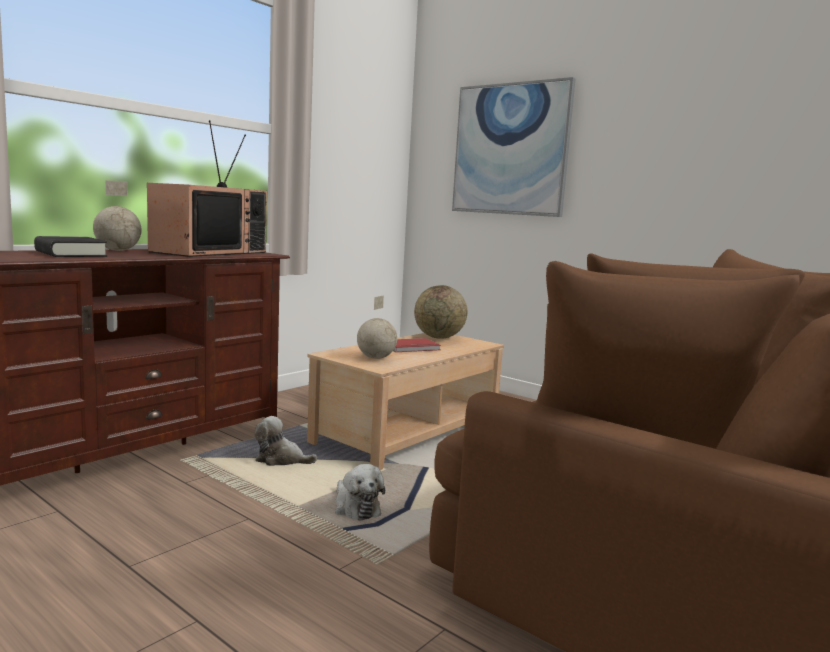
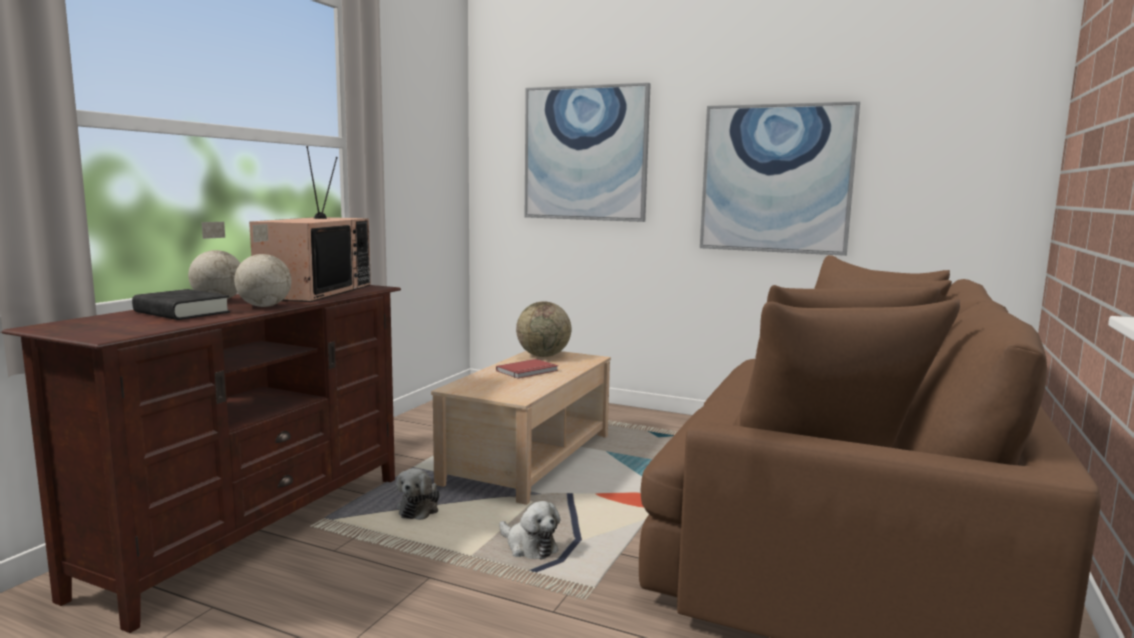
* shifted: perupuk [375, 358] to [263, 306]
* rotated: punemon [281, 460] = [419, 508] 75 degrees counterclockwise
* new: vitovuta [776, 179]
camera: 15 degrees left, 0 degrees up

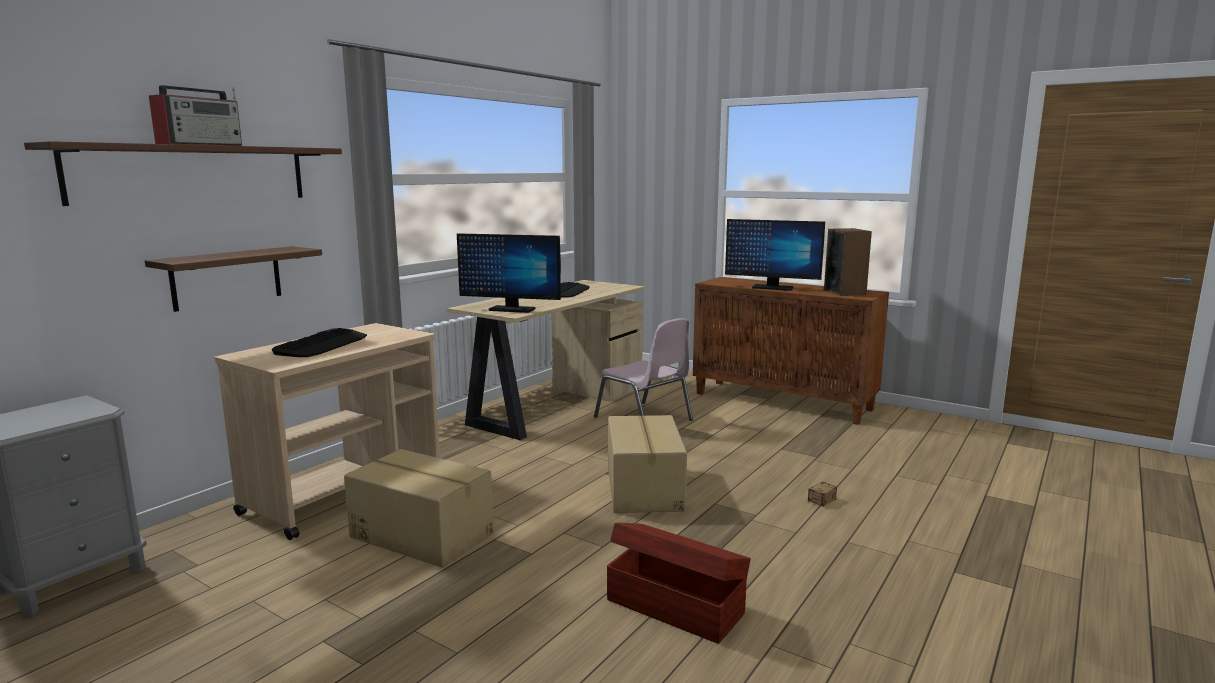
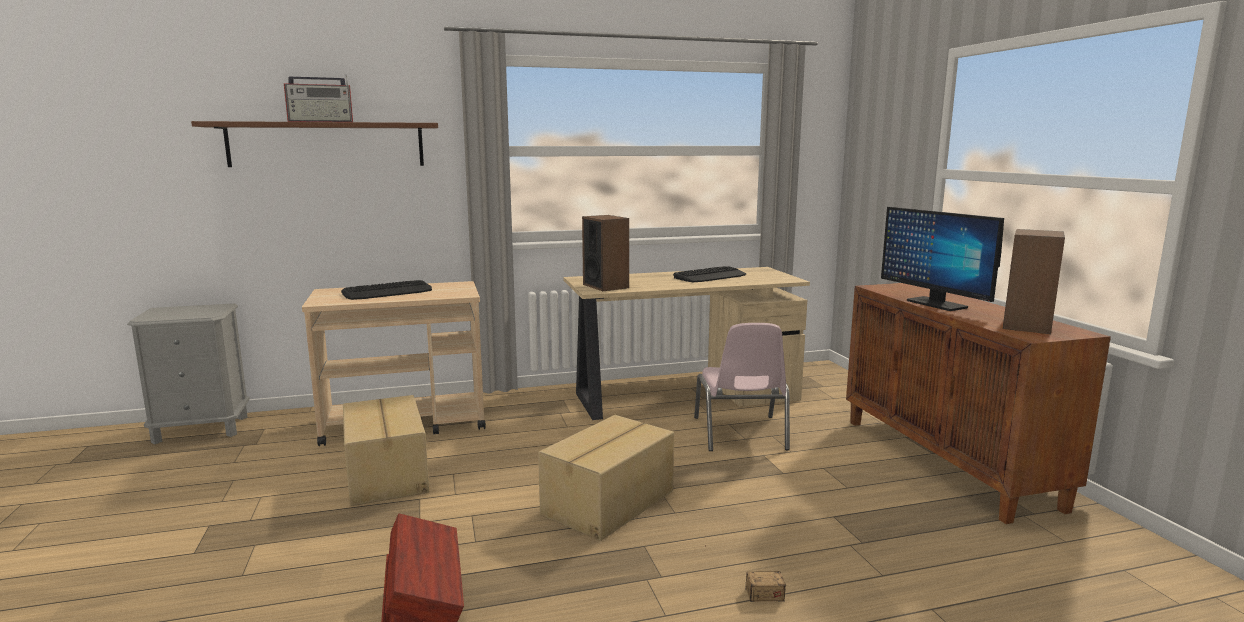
* swapped: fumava [511, 309] to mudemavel [606, 286]
* gone: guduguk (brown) [227, 278]
camera: 40 degrees right, 0 degrees up

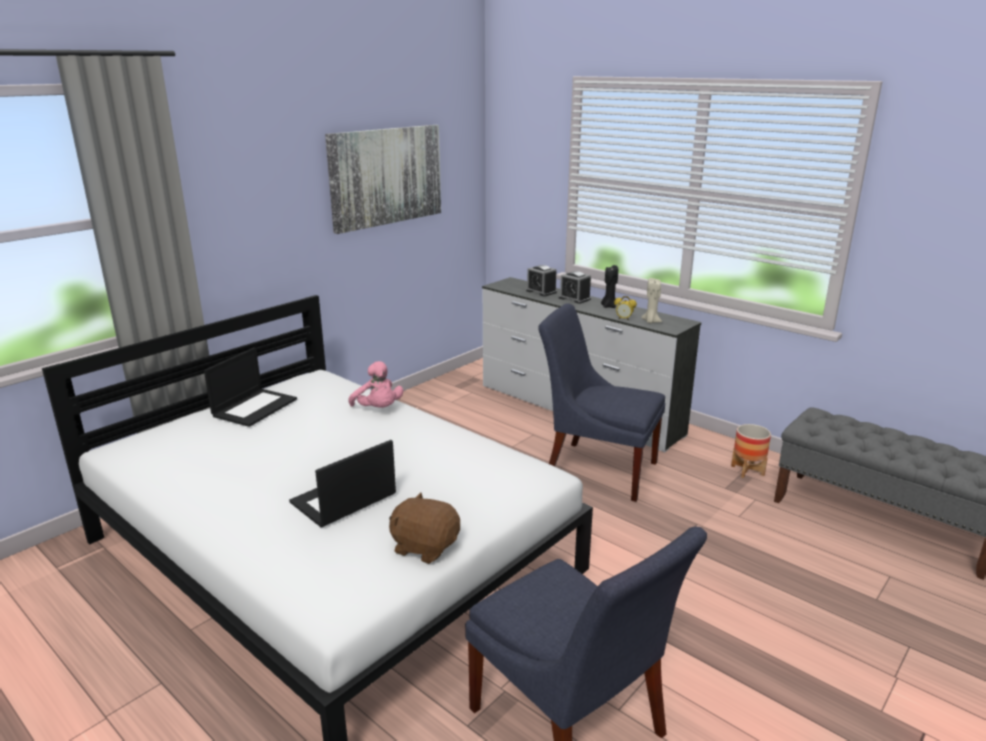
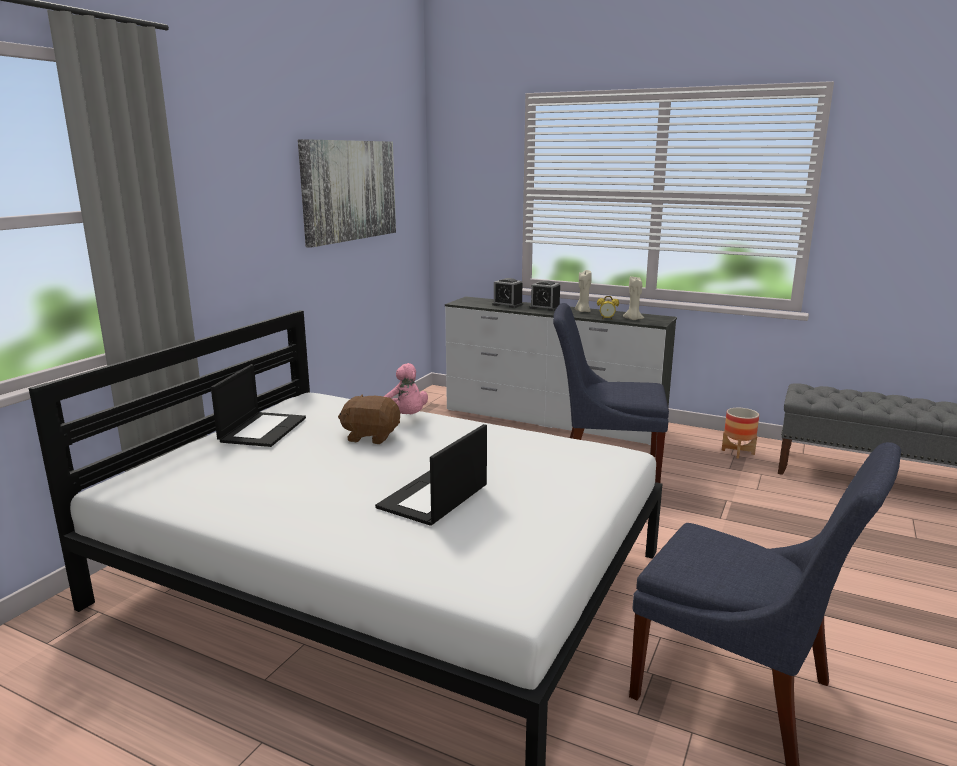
* repainted: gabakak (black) [608, 306] to gabakak (beige) [582, 311]
* shifted: punemon (brown) [425, 547] to [371, 436]
camera: 15 degrees left, 5 degrees down

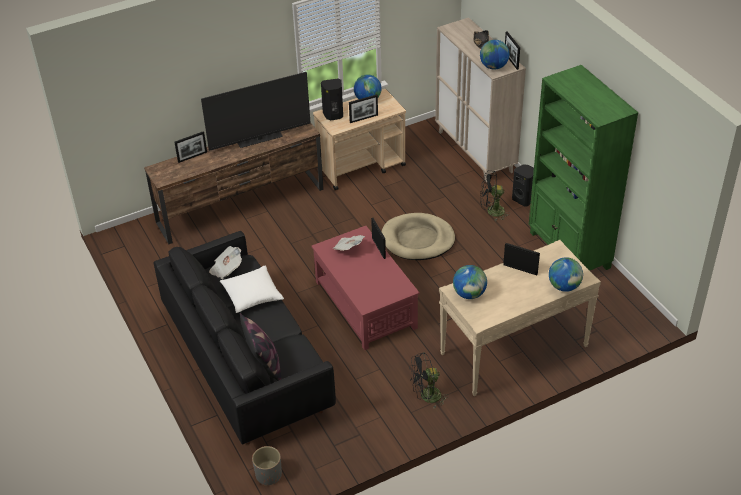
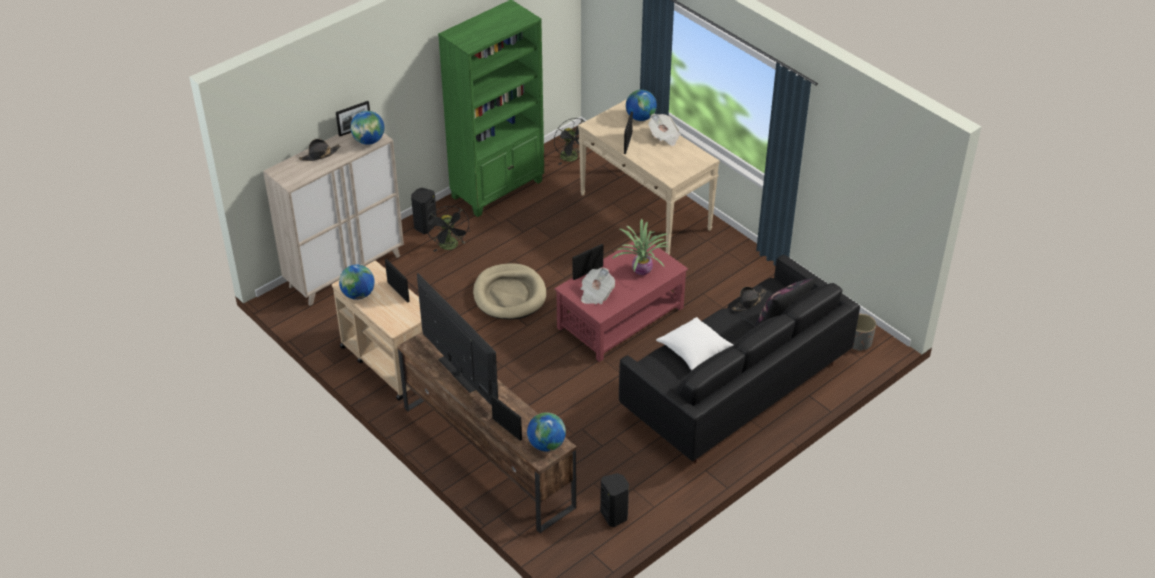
* shifted: mudemavel (black) [333, 115] to [615, 515]
* shifted: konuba [226, 269] to [664, 137]
* shifted: perupuk [469, 294] to [546, 444]
* shifted: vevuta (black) [426, 397] to [572, 158]
* new: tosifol [642, 270]
* new: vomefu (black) [748, 302]
camera: 105 degrees left, 0 degrees up

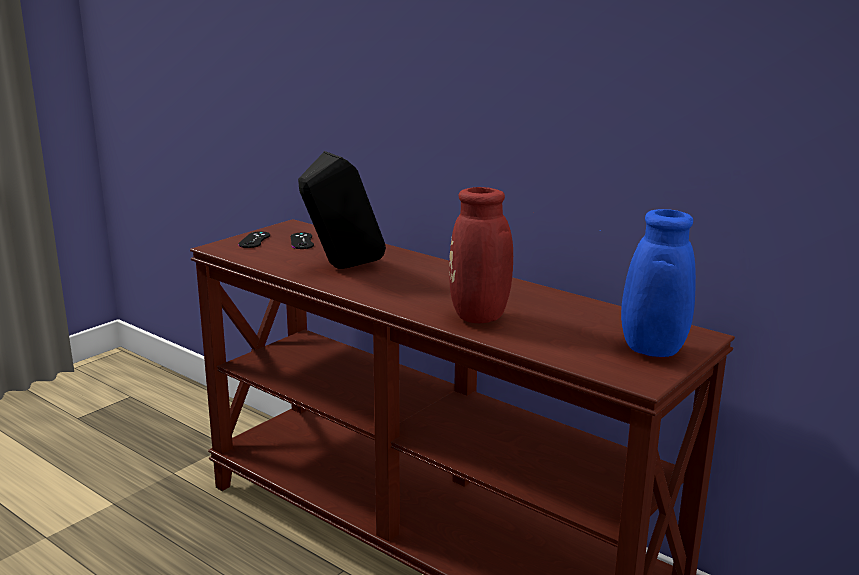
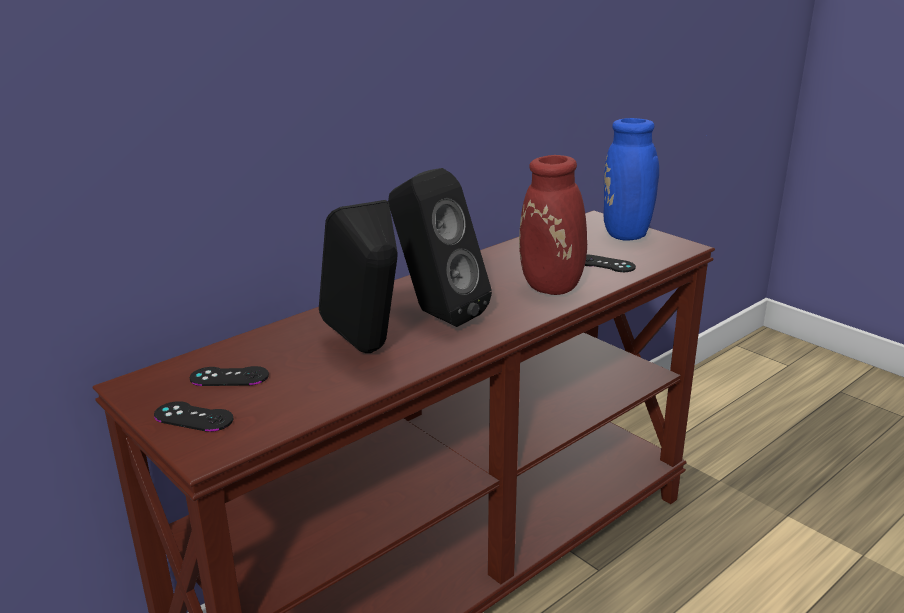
* new: mudemavel (black) [435, 315]
* new: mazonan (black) [605, 264]
camera: 80 degrees left, 5 degrees up

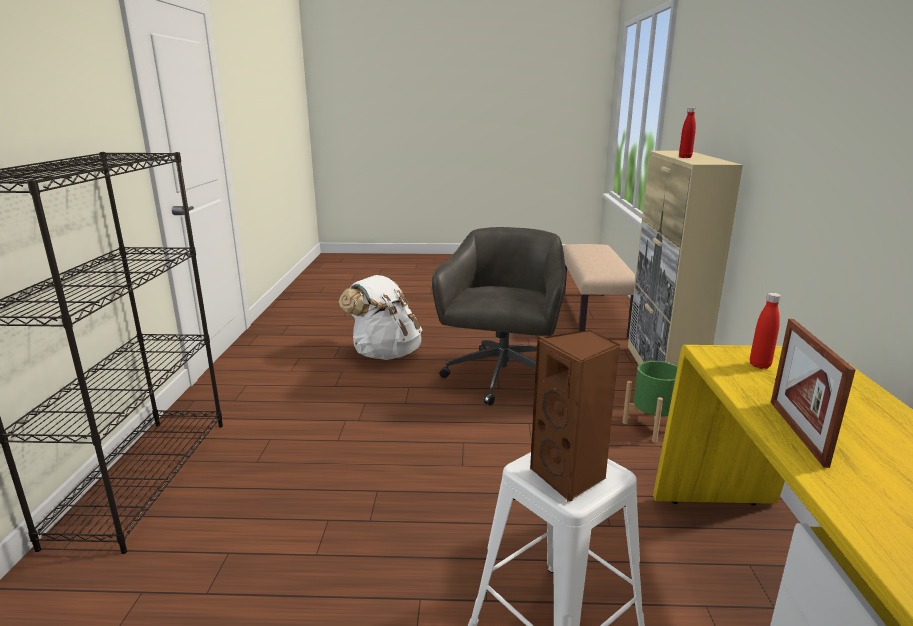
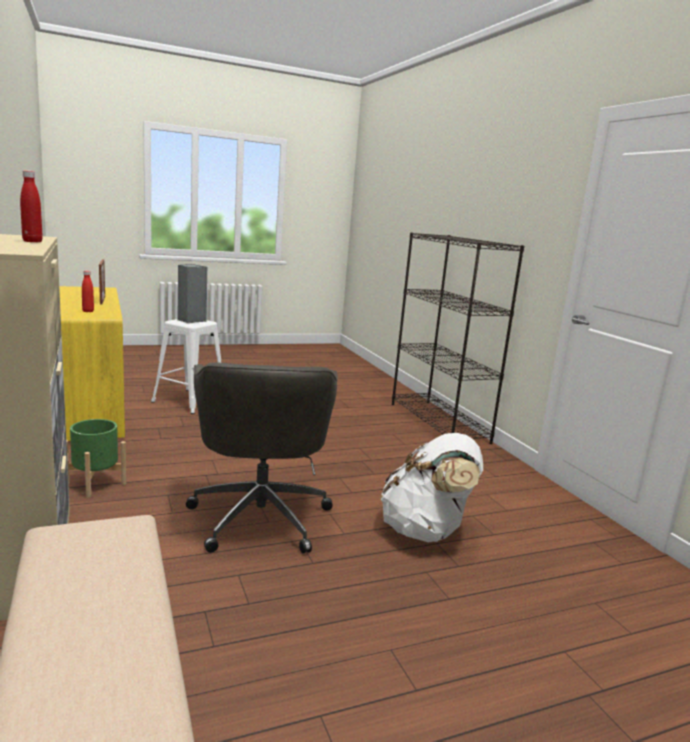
* repainted: mudemavel (brown) [570, 477] to mudemavel (grey) [190, 320]
camera: 155 degrees right, 5 degrees down

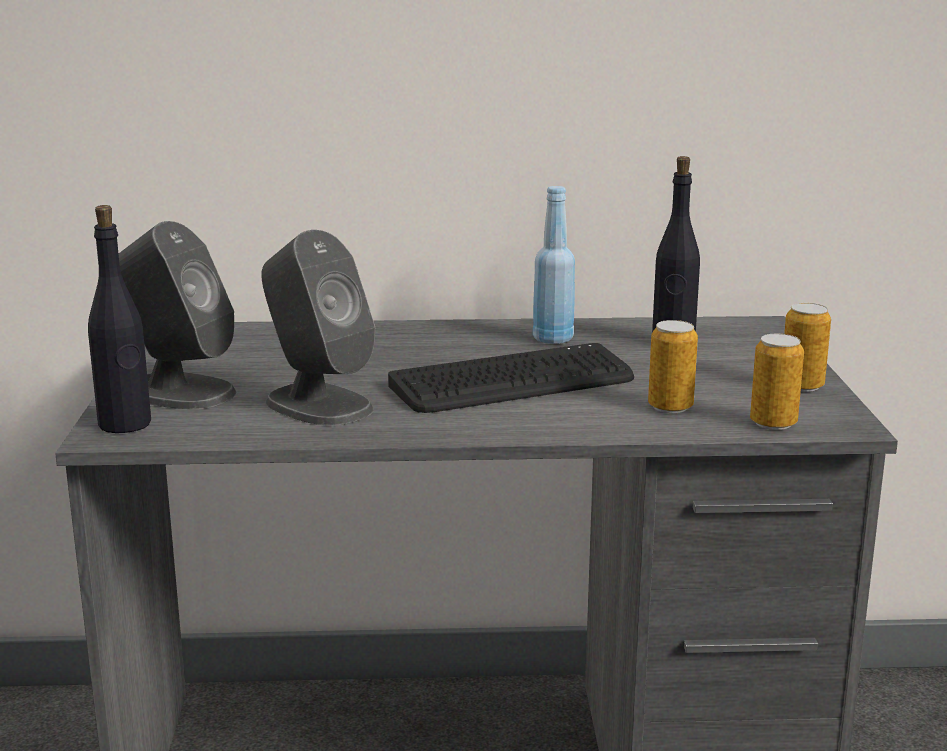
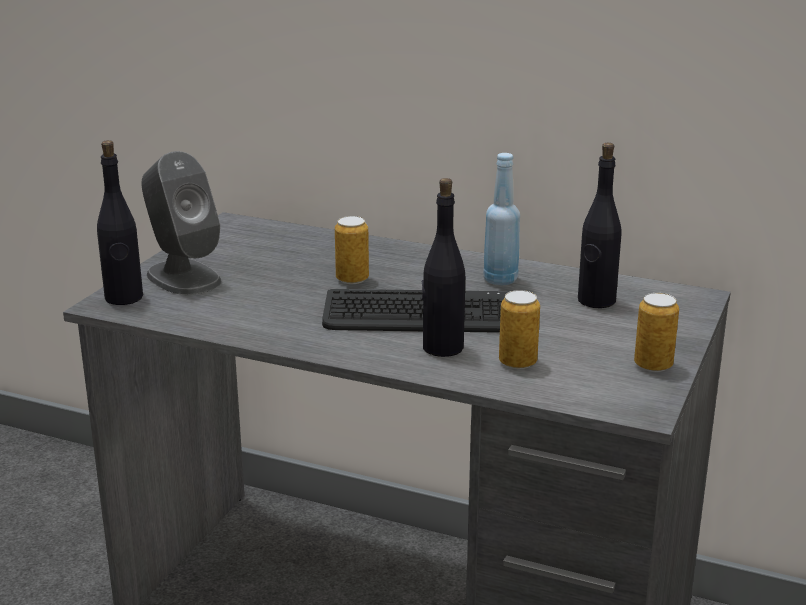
* gone: mudemavel (grey) [318, 404]
* shifted: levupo [773, 423] to [352, 279]
* new: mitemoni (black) [442, 348]
camera: 25 degrees right, 5 degrees up

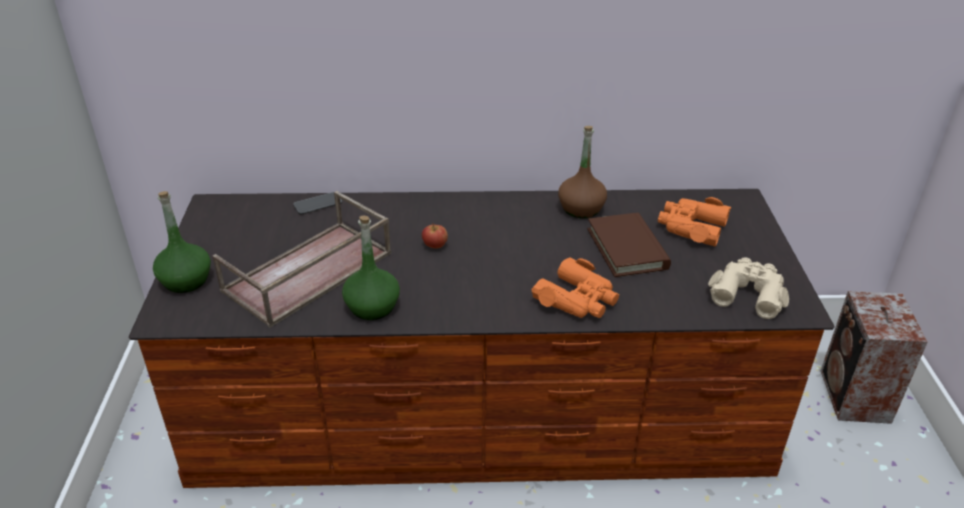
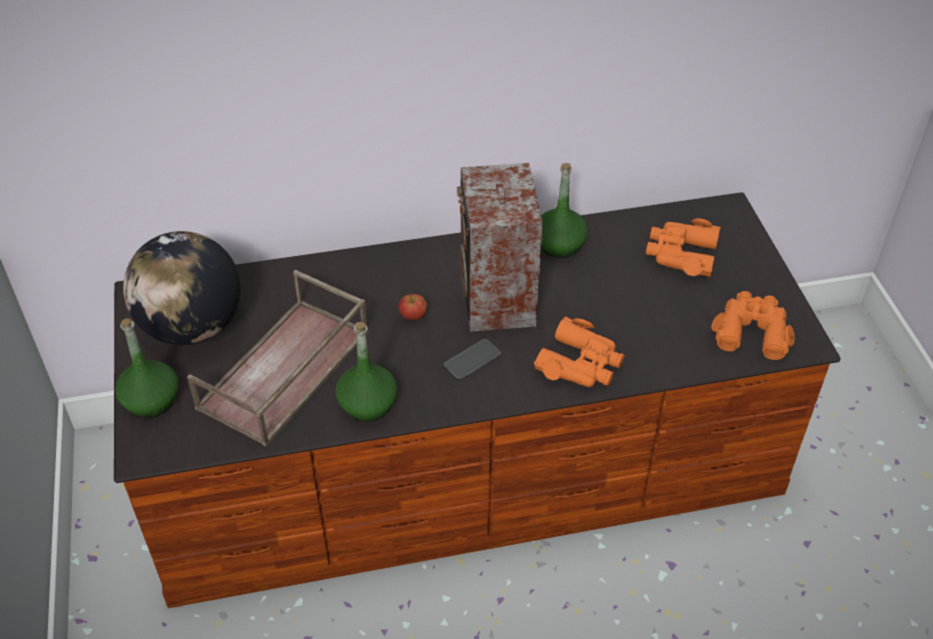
* repainted: mitemoni (brown) [581, 208] to mitemoni (green) [559, 244]
* shifted: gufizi [318, 204] to [472, 360]
* gone: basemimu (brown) [627, 248]
* repainted: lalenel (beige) [748, 293] to lalenel (orange) [751, 330]
* shifted: mudemavel [854, 398] to [496, 300]
* new: perupuk [192, 327]
camera: 10 degrees left, 10 degrees up

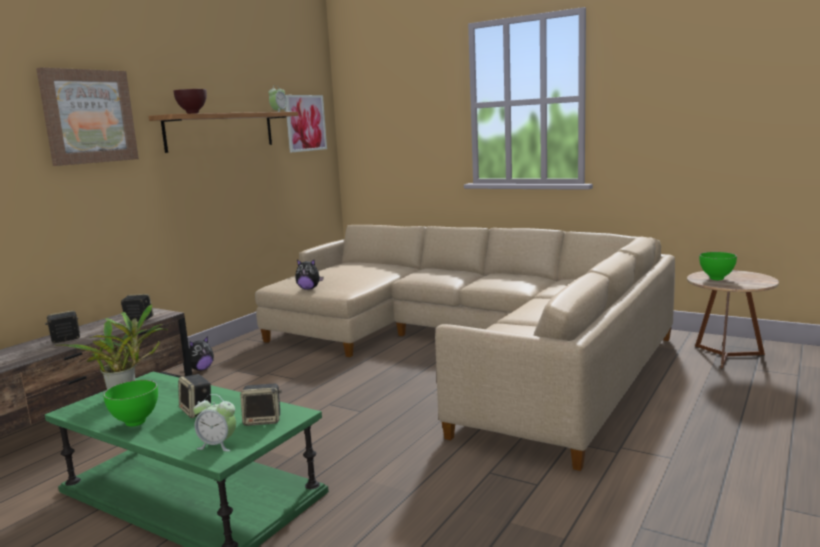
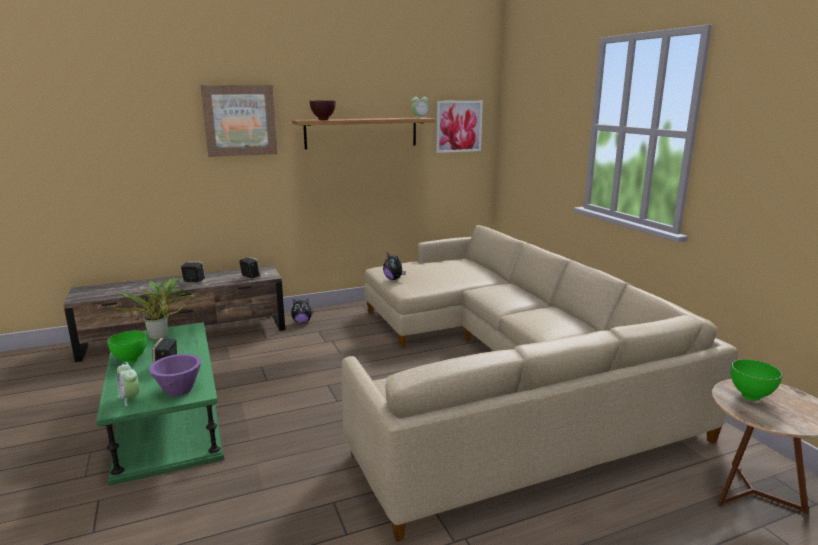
* swapped: mudemavel [263, 420] to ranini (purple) [179, 390]
camera: 35 degrees right, 5 degrees up

